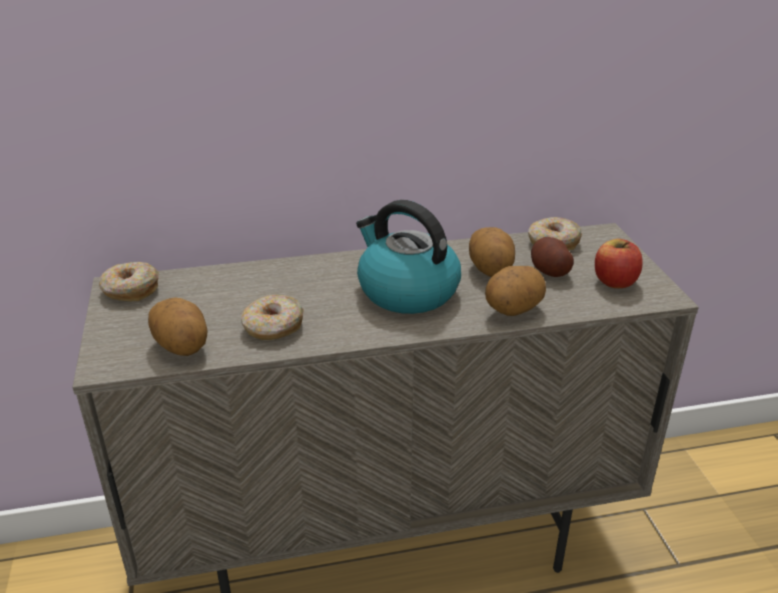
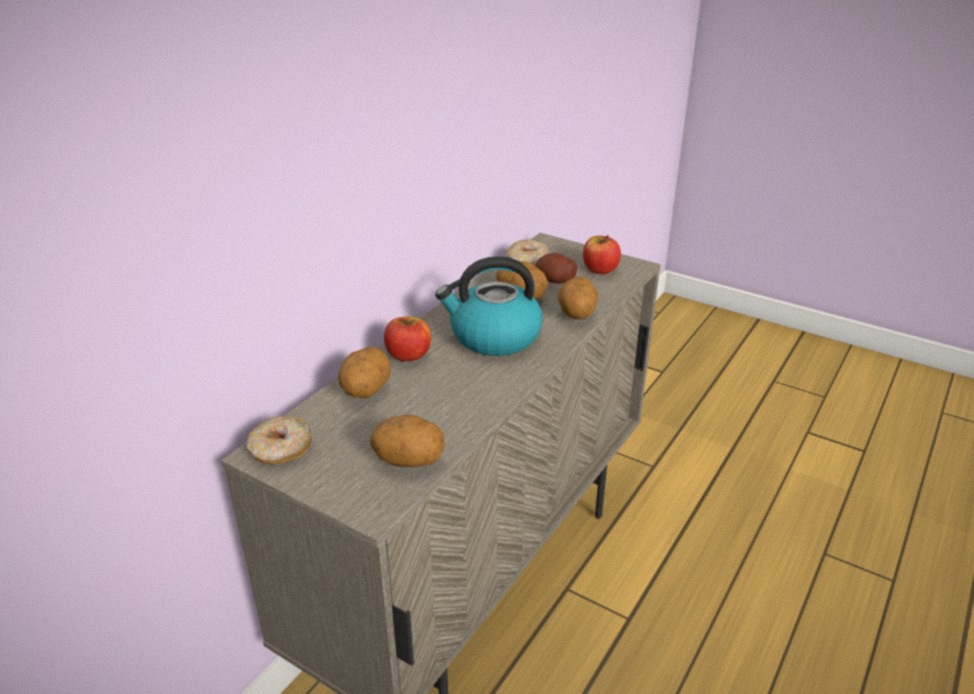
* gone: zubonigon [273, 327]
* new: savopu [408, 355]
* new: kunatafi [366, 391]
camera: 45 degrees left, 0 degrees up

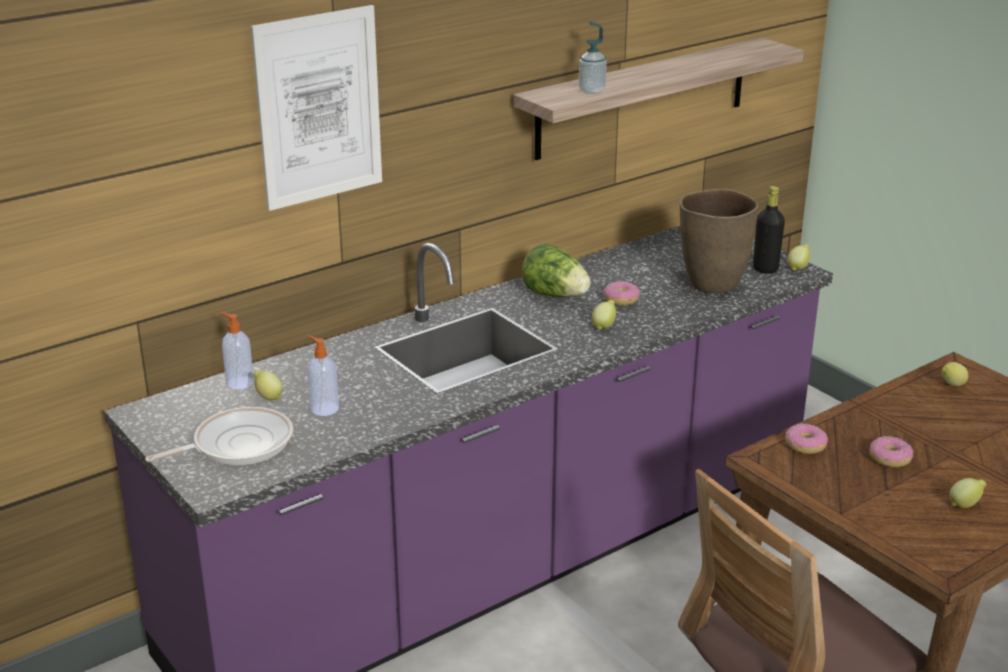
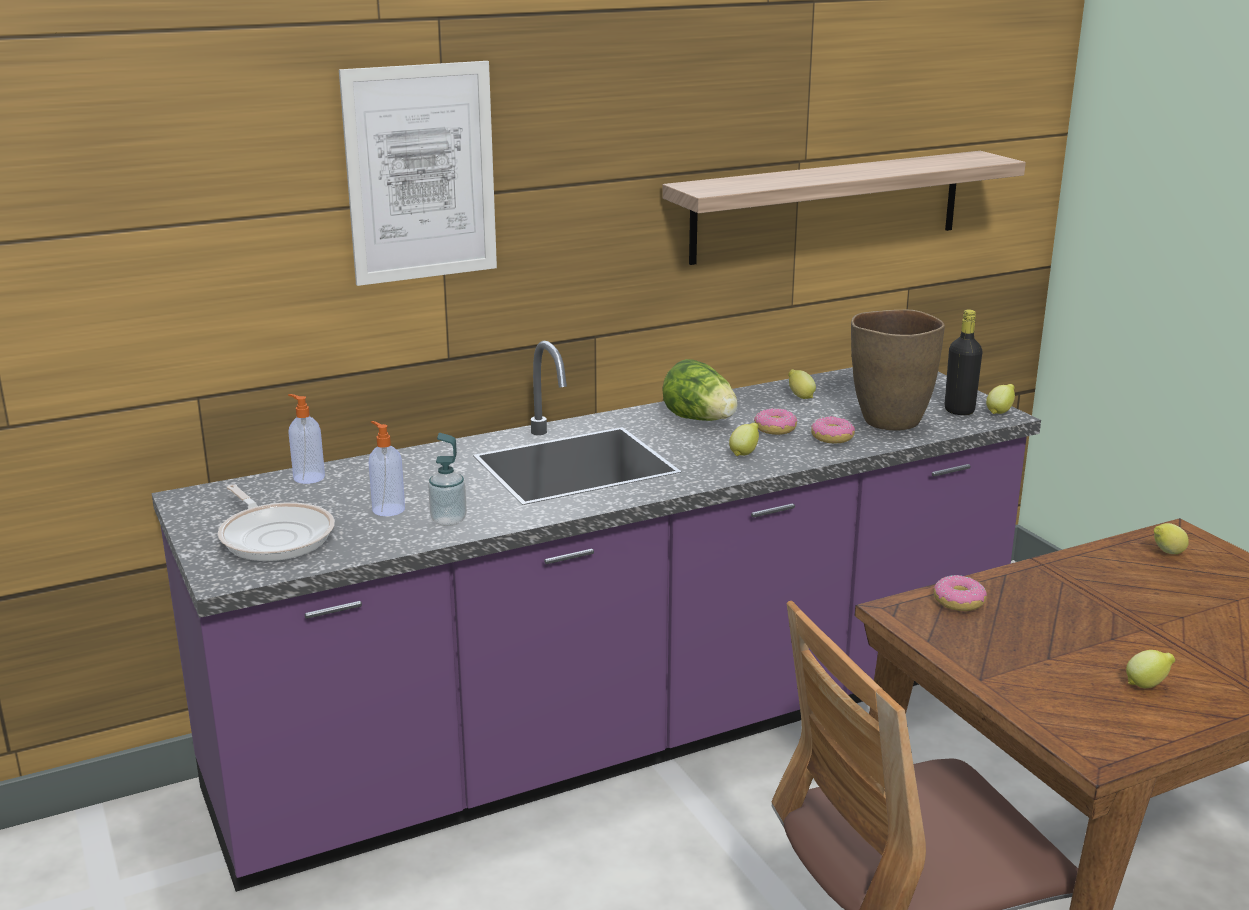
* shifted: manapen [591, 90] to [448, 520]
* shifted: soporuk [268, 397] to [800, 397]
* rotated: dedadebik [237, 444] = [275, 536] 75 degrees clockwise
* shifted: zubonigon [890, 458] to [832, 438]
camera: 10 degrees right, 5 degrees down

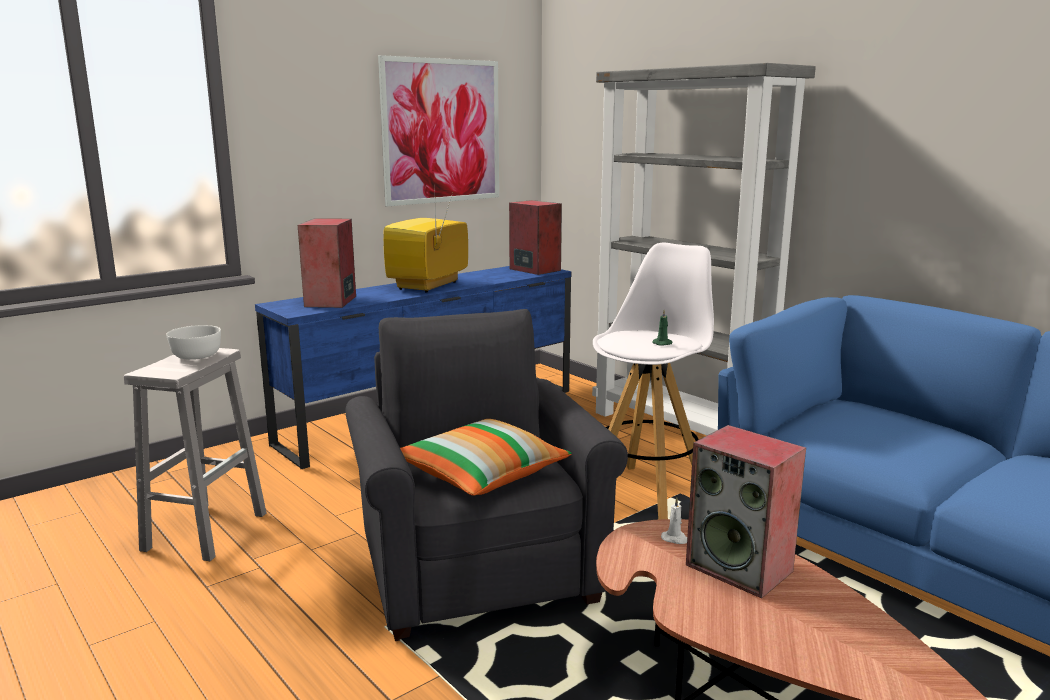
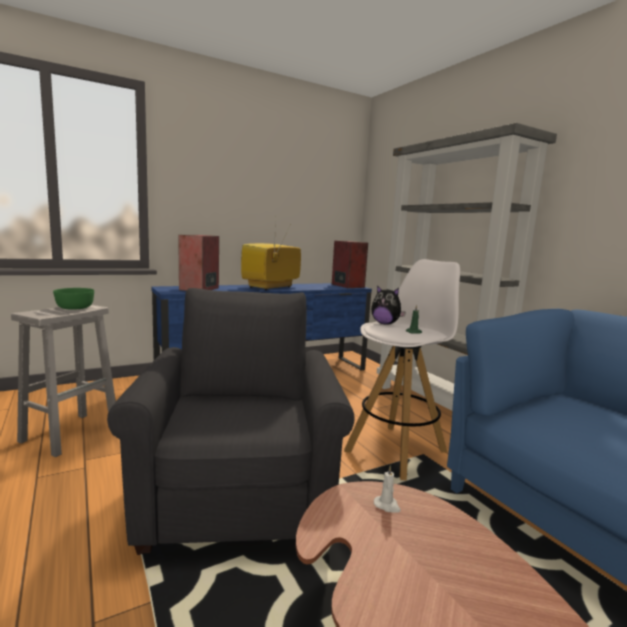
* gone: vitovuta [442, 131]
* repainted: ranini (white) [197, 355] to ranini (green) [75, 307]
* gone: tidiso [481, 475]
* gone: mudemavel [741, 568]
* new: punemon [385, 324]
camera: 10 degrees right, 5 degrees down

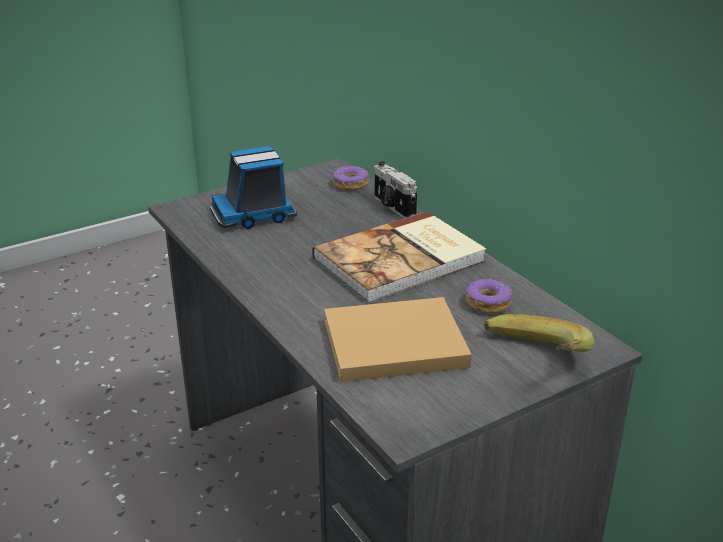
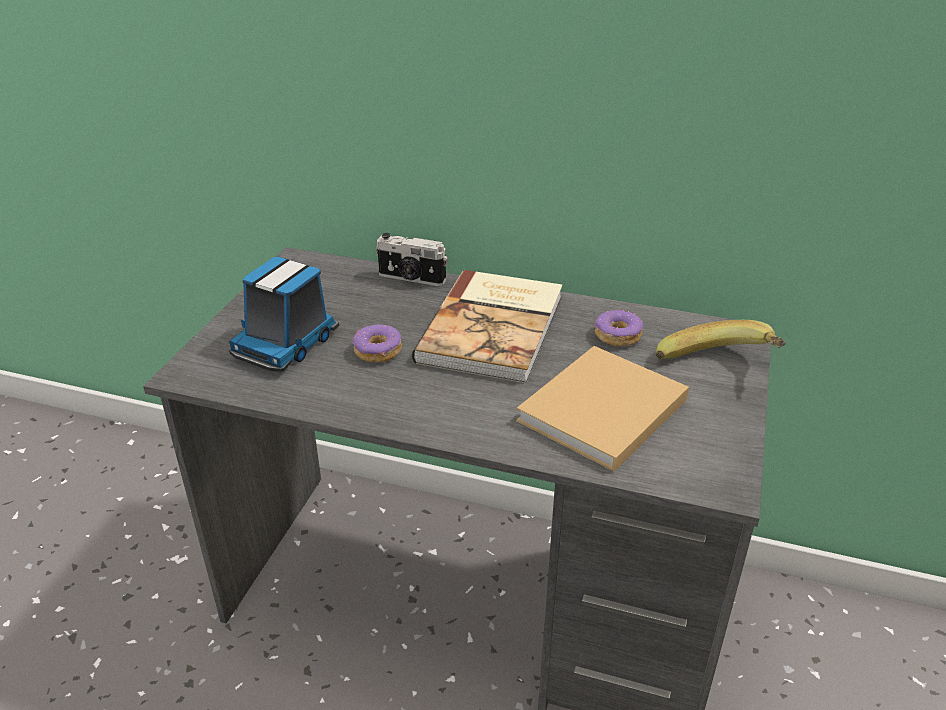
* shifted: zubonigon [350, 185] to [378, 351]
camera: 40 degrees left, 5 degrees up

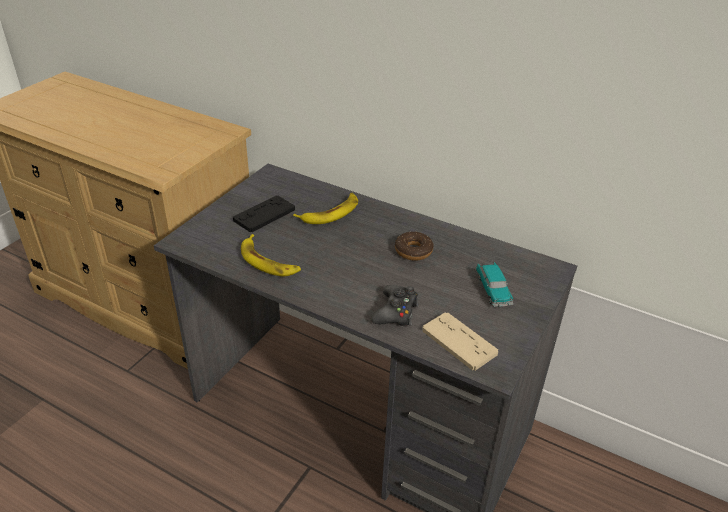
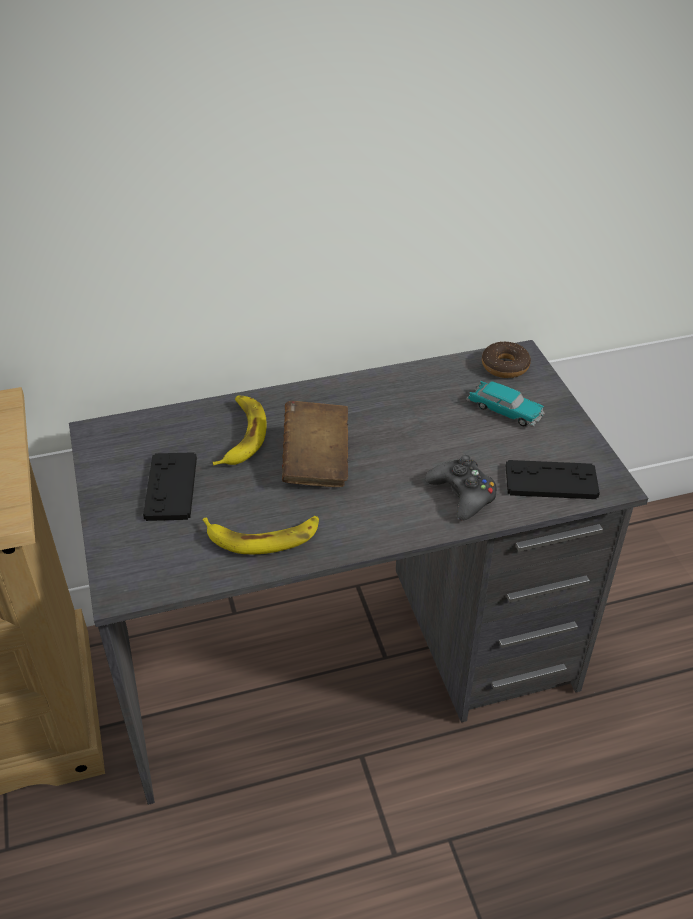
* shifted: zubonigon [413, 251] to [505, 366]
* repainted: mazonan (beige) [459, 342] to mazonan (black) [551, 481]
* new: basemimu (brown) [316, 461]
camera: 45 degrees left, 5 degrees up

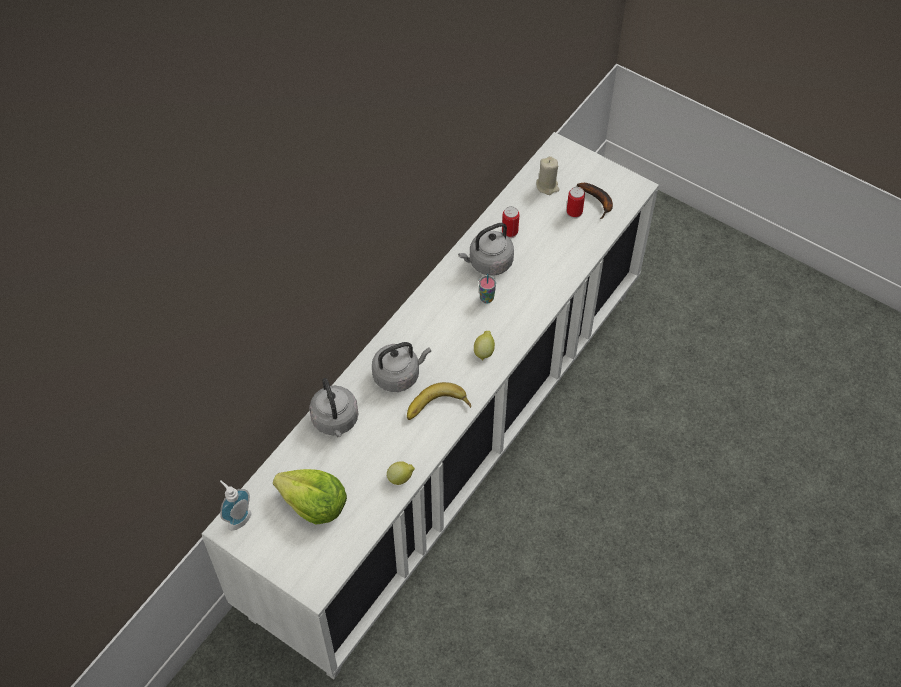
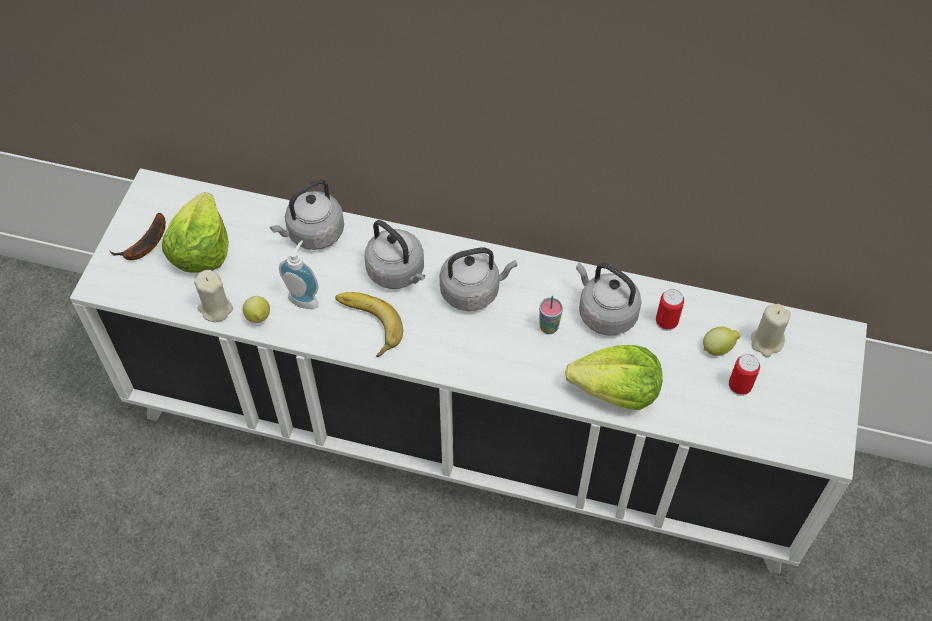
* shifted: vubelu [598, 201] to [145, 245]
* shifted: soporuk [484, 351] to [718, 349]
* shifted: manapen [237, 518] to [305, 298]
* new: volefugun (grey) [473, 291]
* new: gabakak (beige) [215, 309]
* new: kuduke [616, 391]
camera: 70 degrees right, 0 degrees up

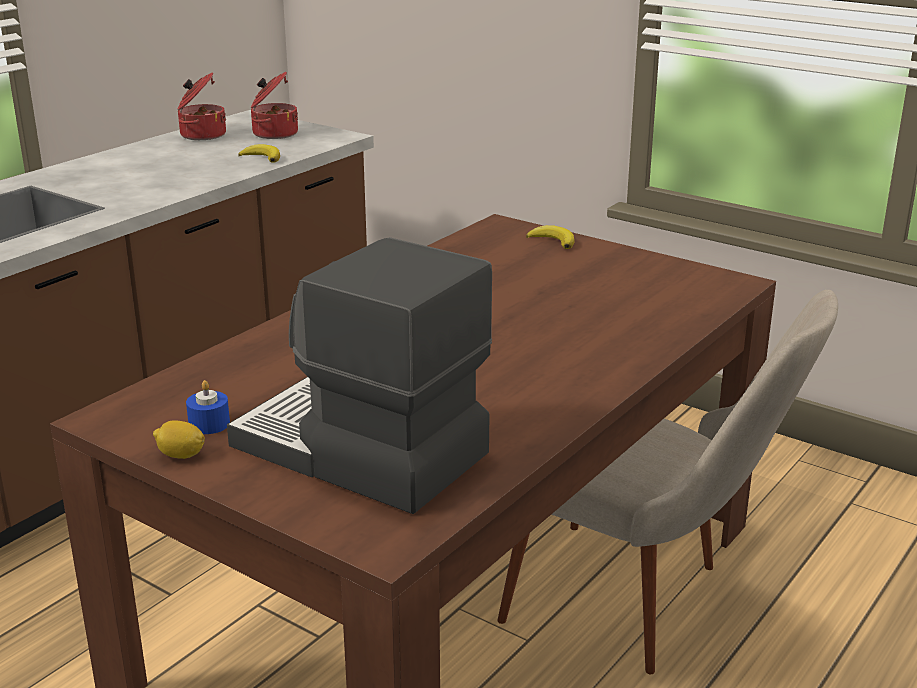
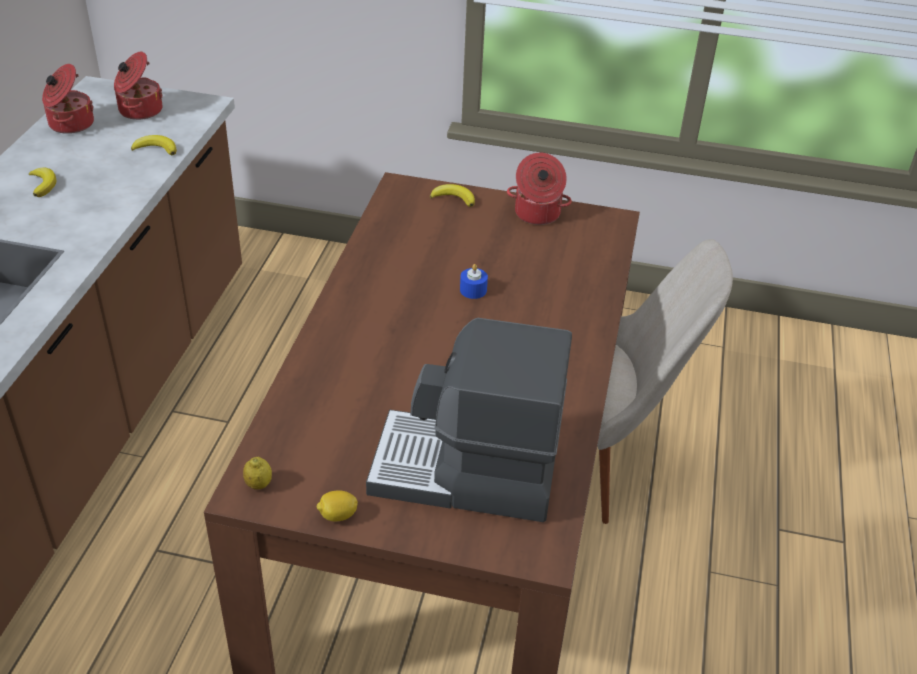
* shifted: gabakak (blue) [209, 424] to [473, 290]
* new: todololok [537, 214]
* new: vubelu [43, 184]
* new: soporuk [258, 484]
camera: 25 degrees left, 15 degrees up

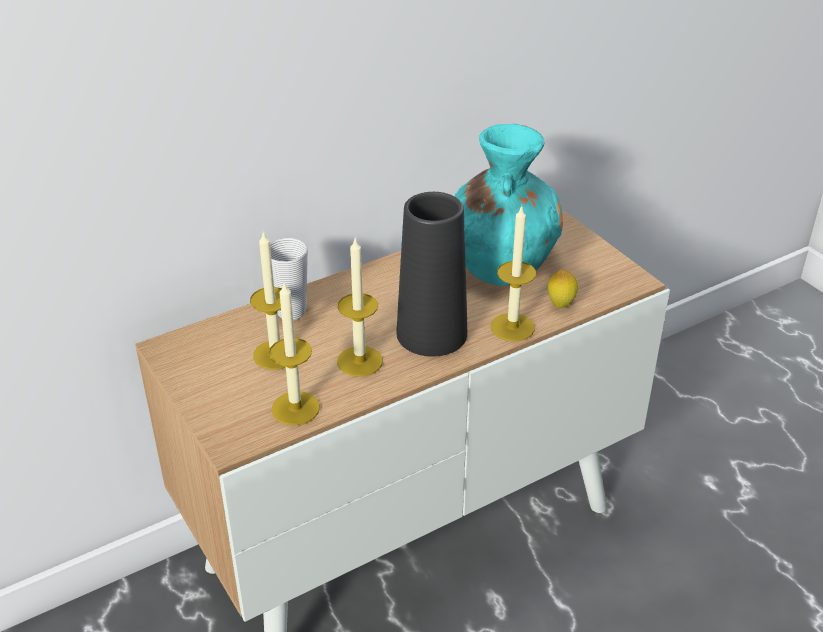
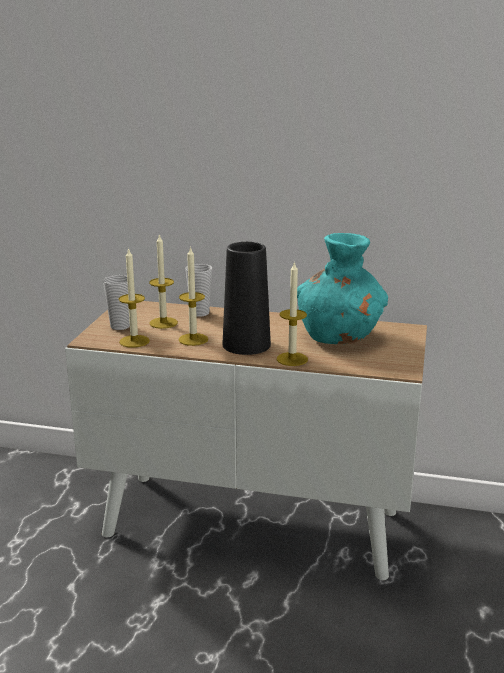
* gone: soporuk [561, 304]
* new: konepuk [120, 326]
camera: 45 degrees right, 15 degrees down

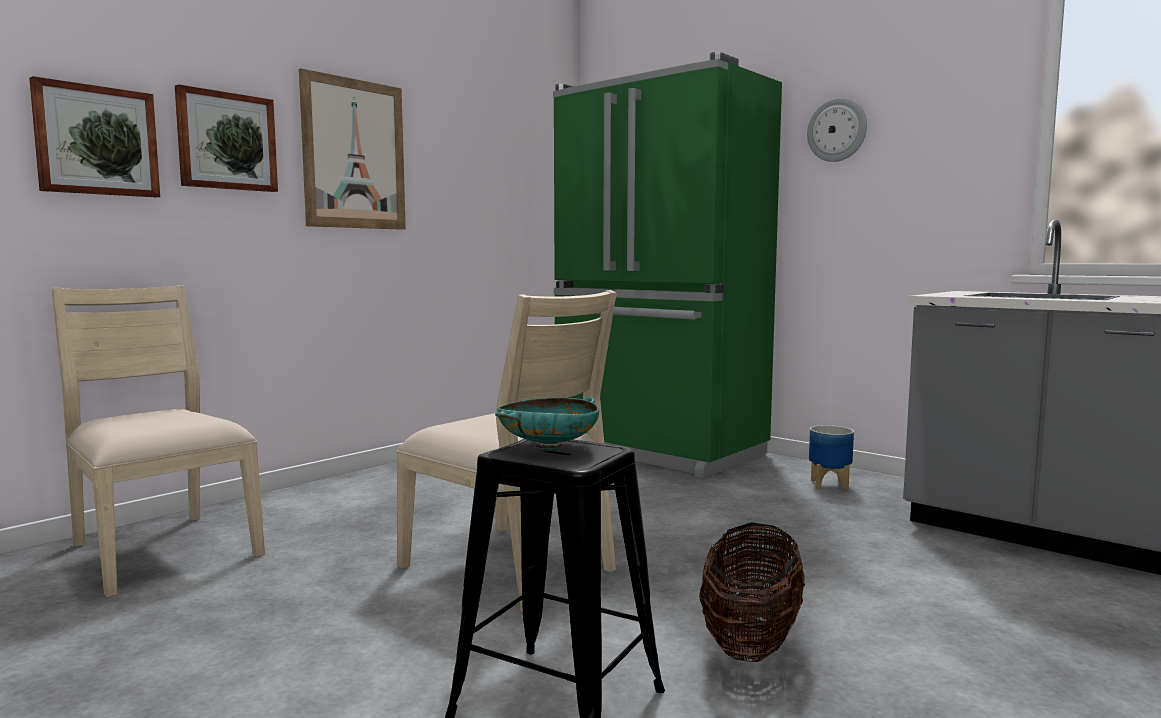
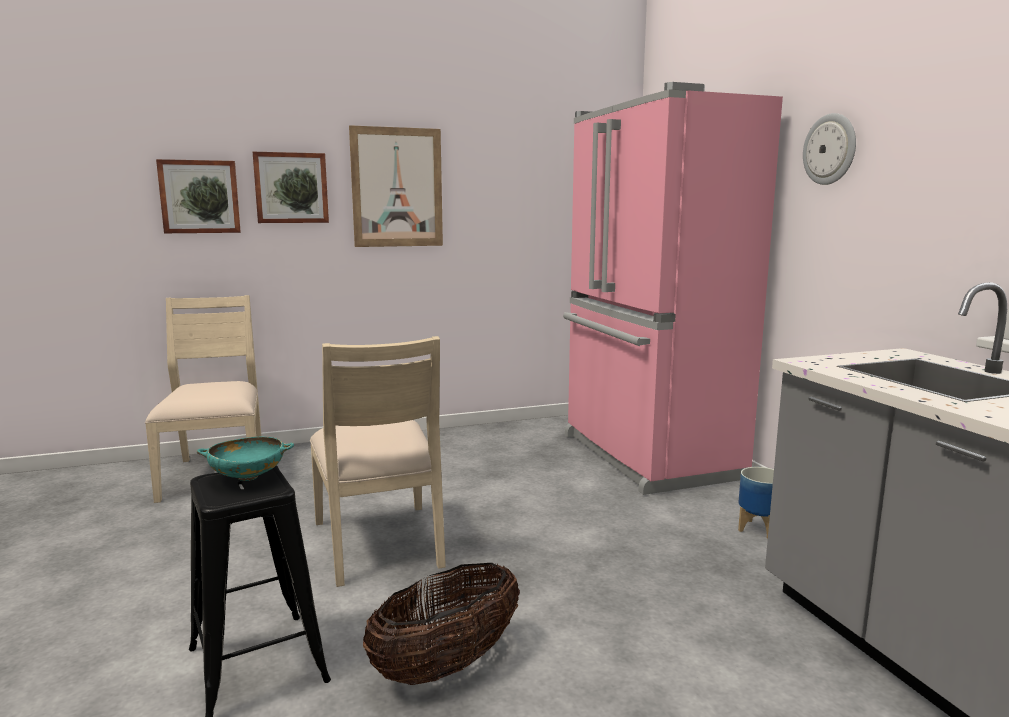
* repainted: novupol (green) [657, 451] to novupol (pink) [646, 456]
camera: 30 degrees right, 5 degrees up

